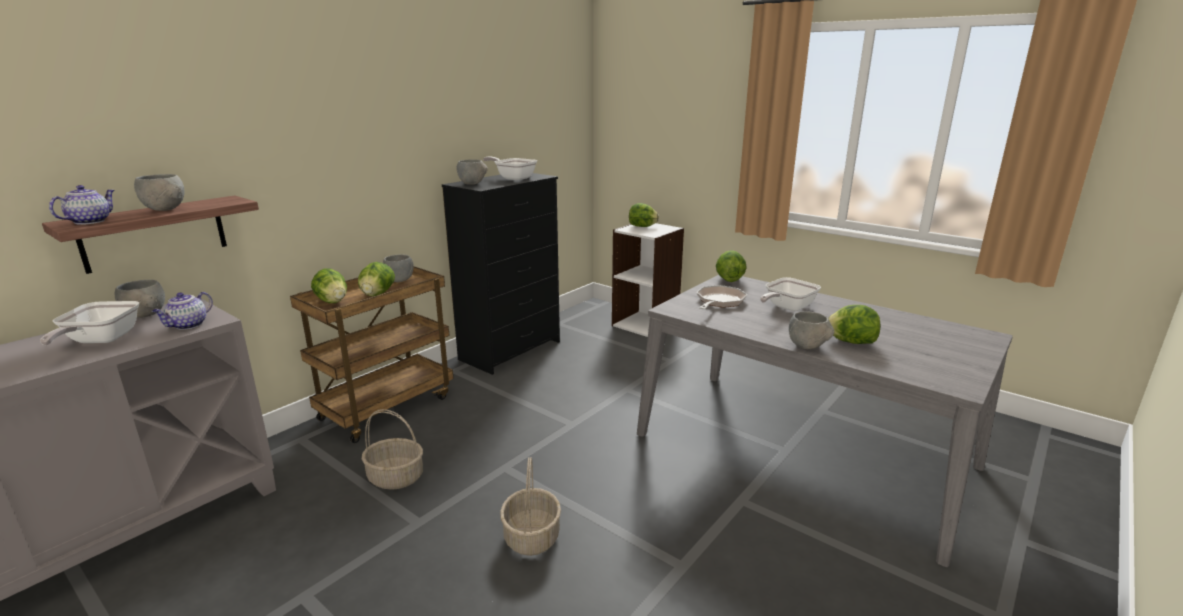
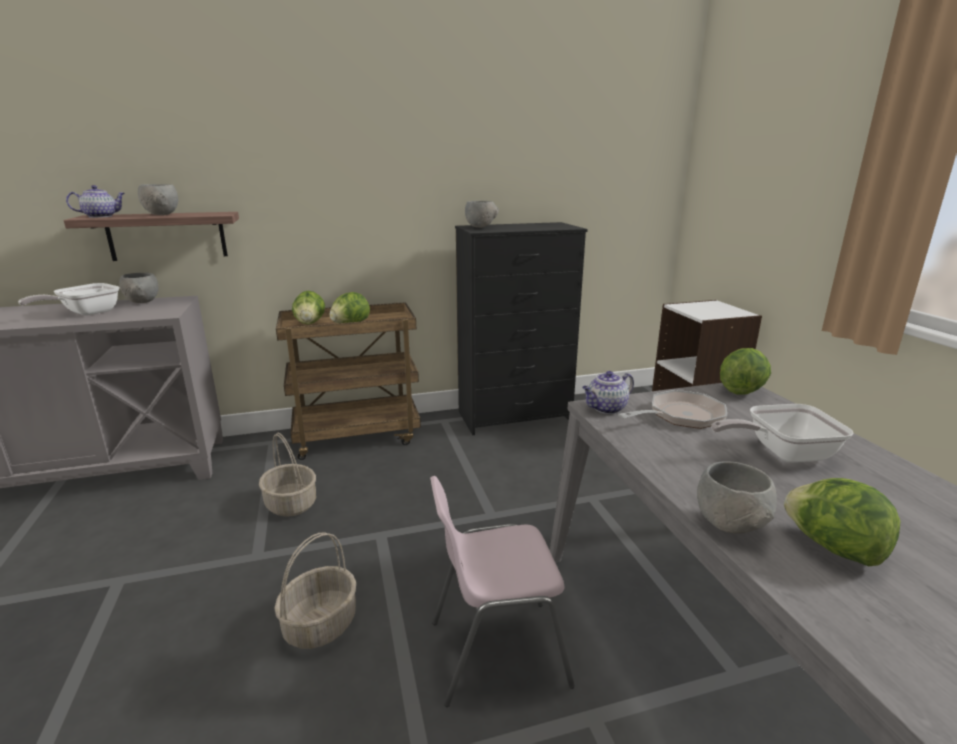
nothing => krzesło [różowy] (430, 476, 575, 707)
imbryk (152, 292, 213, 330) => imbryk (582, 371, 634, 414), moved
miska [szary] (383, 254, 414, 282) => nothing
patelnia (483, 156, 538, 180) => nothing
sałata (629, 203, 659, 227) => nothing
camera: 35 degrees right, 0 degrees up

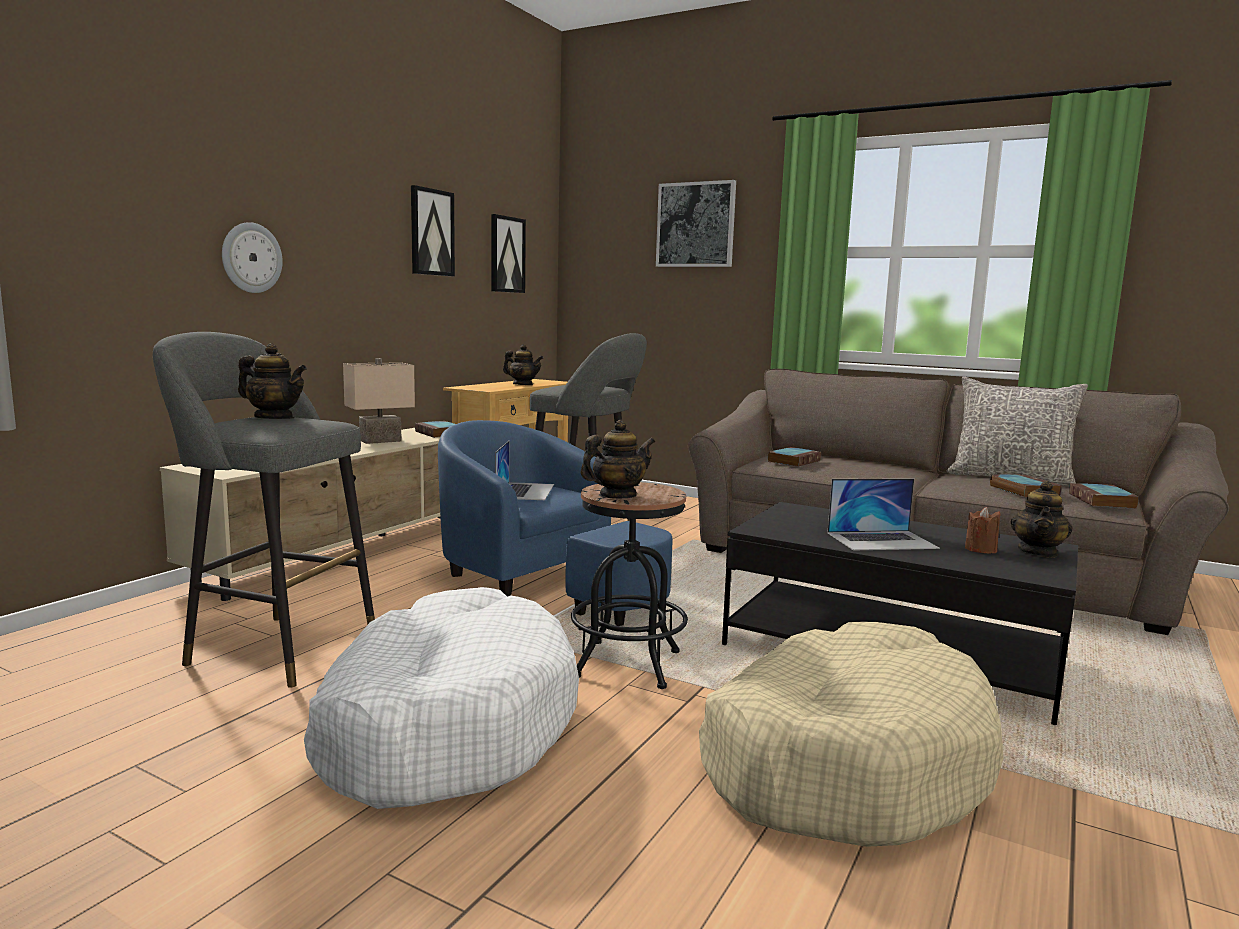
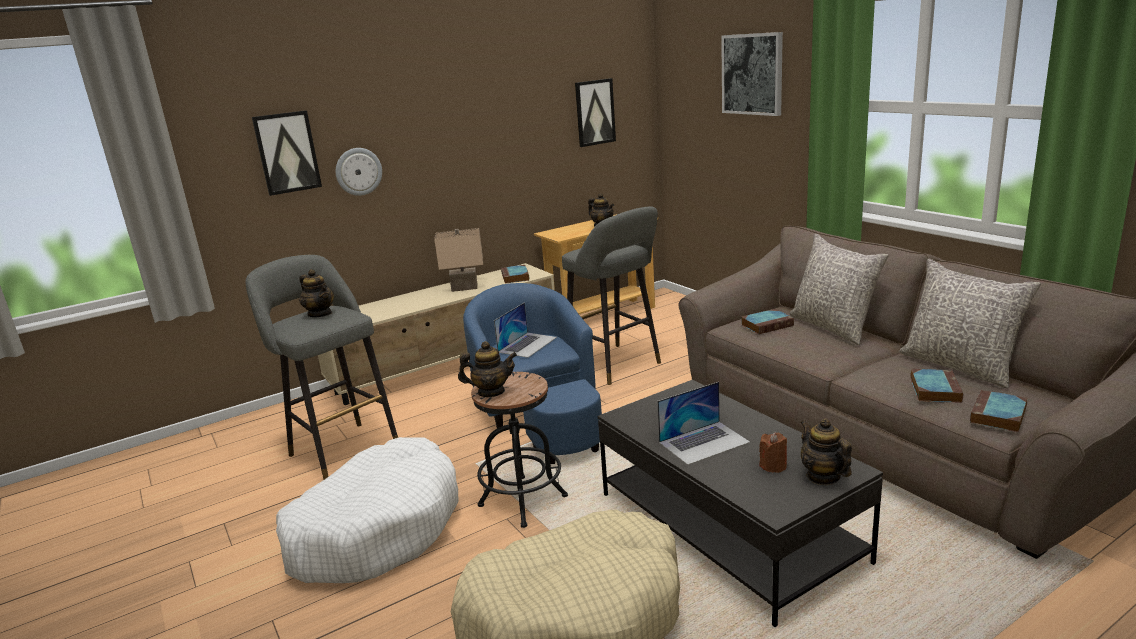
obraz (411, 185, 455, 276) => obraz (252, 110, 322, 196), moved
laptop (827, 478, 940, 551) => laptop (657, 382, 750, 465), 45 degrees counterclockwise
nothing => poduszka [szary] (790, 234, 889, 345)
imbryk (1010, 480, 1073, 558) => imbryk (801, 418, 852, 485), 105 degrees clockwise
camera: 30 degrees right, 10 degrees up

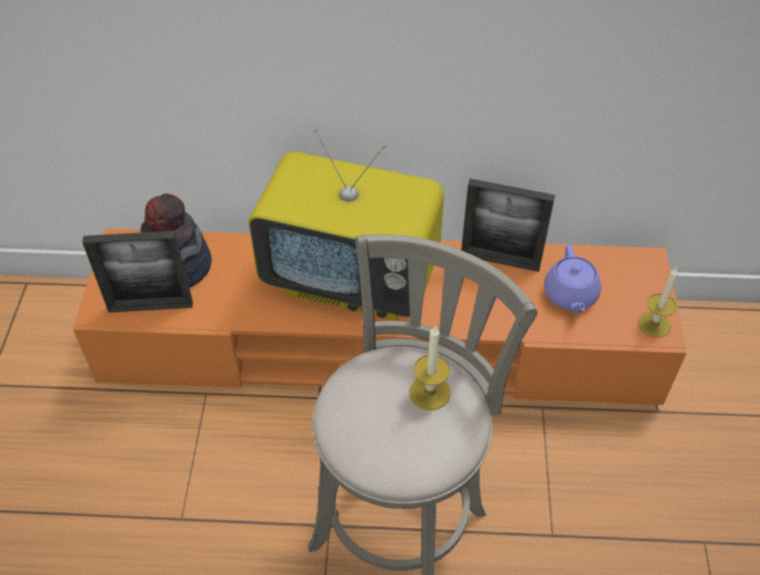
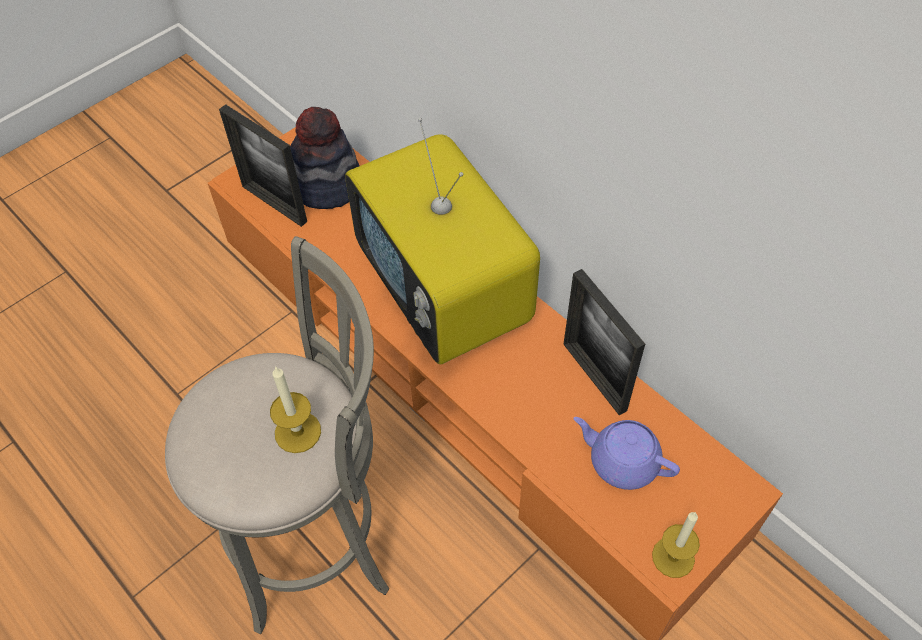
imbryk [fioletowy] (544, 245, 601, 313) => imbryk [fioletowy] (574, 417, 680, 490), 75 degrees clockwise
camera: 45 degrees right, 5 degrees up

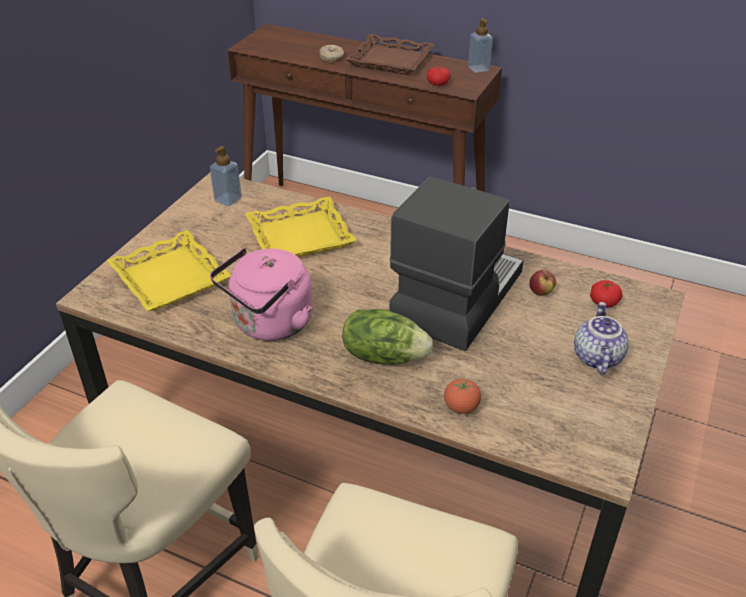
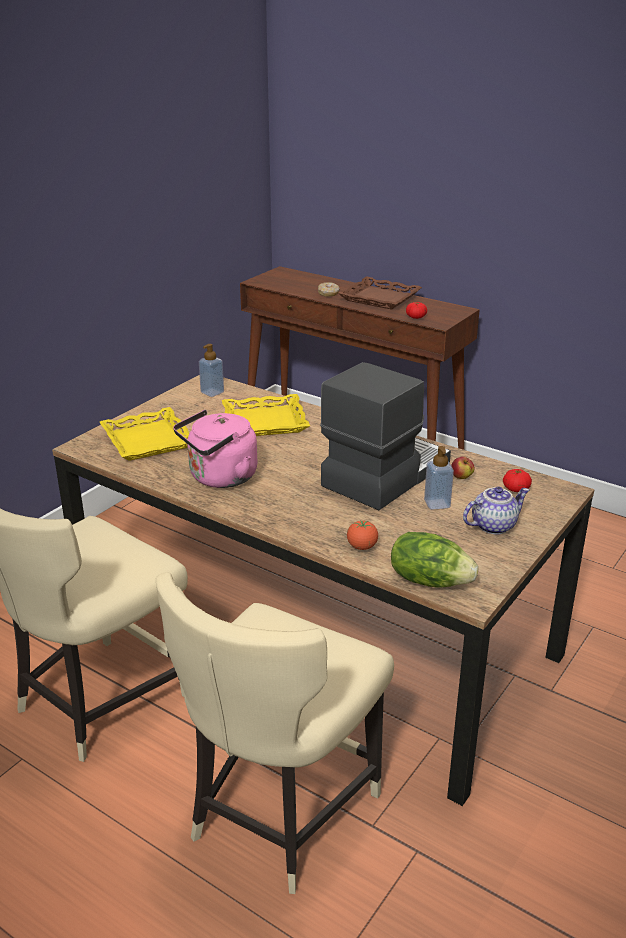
sałata (342, 309, 433, 365) => sałata (391, 532, 478, 587), moved
dozownik mydła (468, 18, 493, 73) => dozownik mydła (424, 446, 454, 510), moved
imbryk (574, 302, 629, 375) => imbryk (463, 487, 529, 534), 45 degrees clockwise
camera: 10 degrees right, 10 degrees down

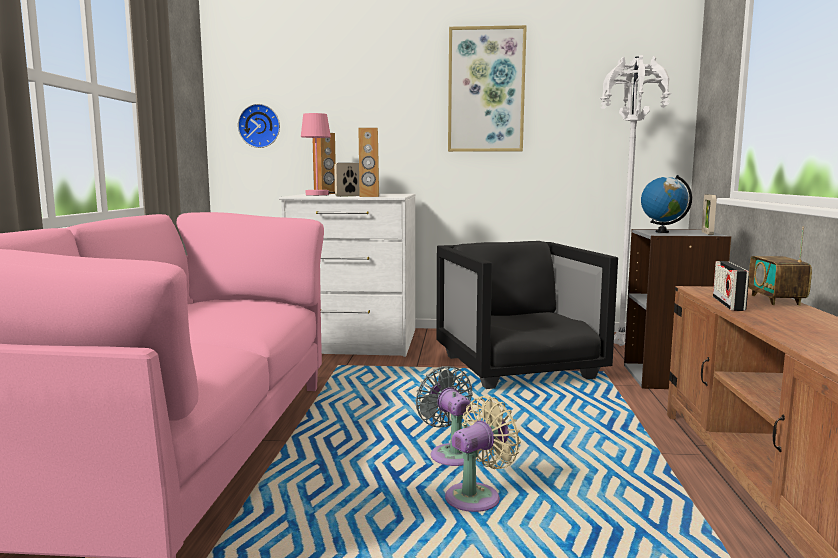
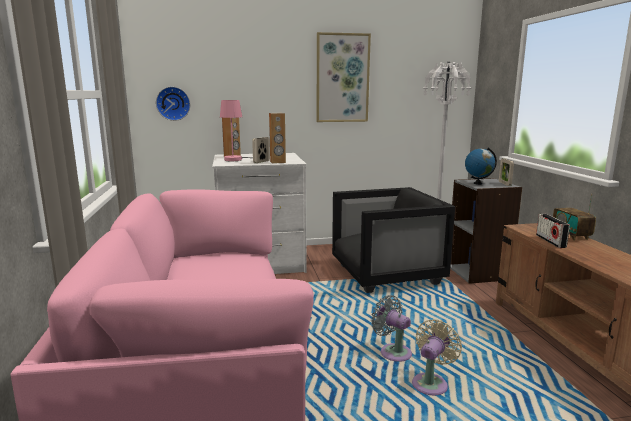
fotel [czarny] (436, 241, 618, 389) => fotel [czarny] (332, 187, 455, 293), 105 degrees clockwise
camera: 15 degrees left, 5 degrees up

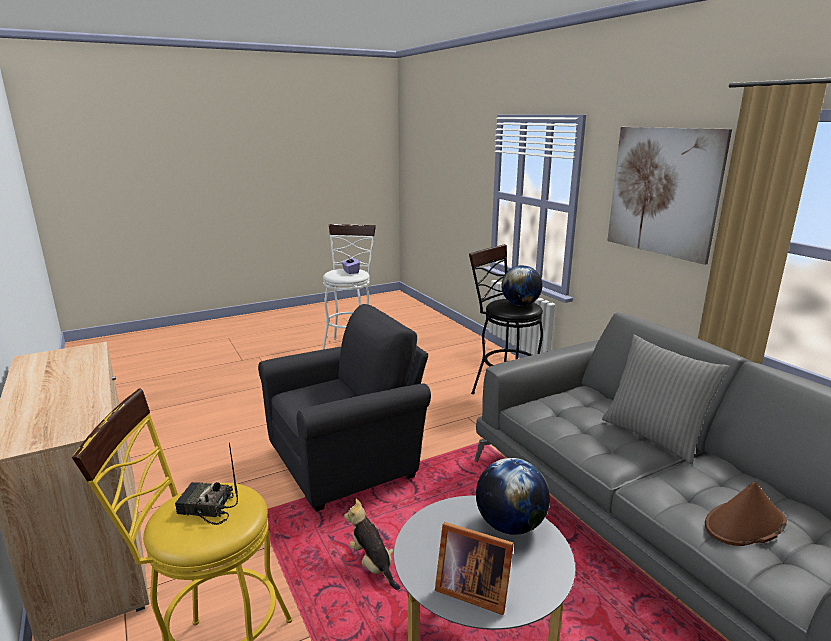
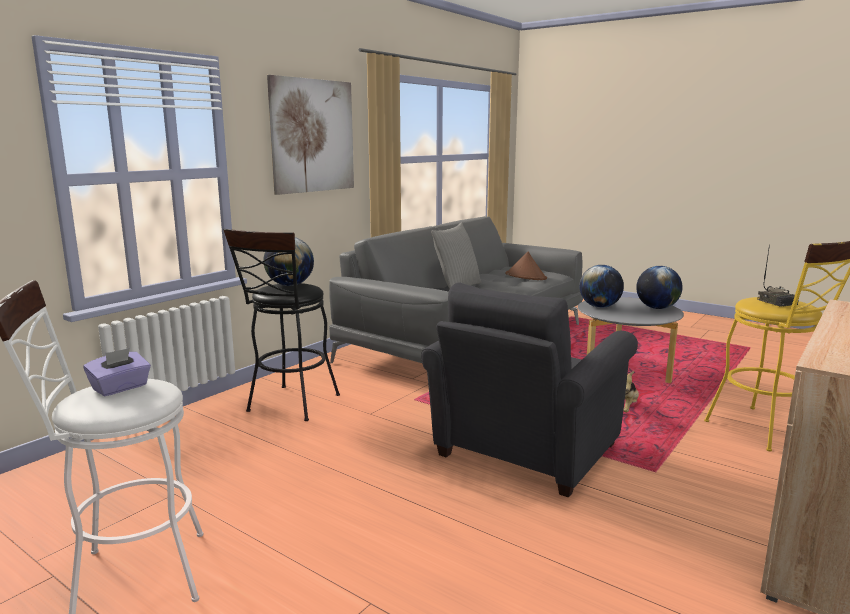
fotel [szary] (258, 304, 431, 512) => fotel [szary] (421, 282, 638, 498), 90 degrees counterclockwise
ramka na zdjęcie (435, 522, 514, 615) => globus (636, 266, 682, 309)
camera: 115 degrees left, 5 degrees down

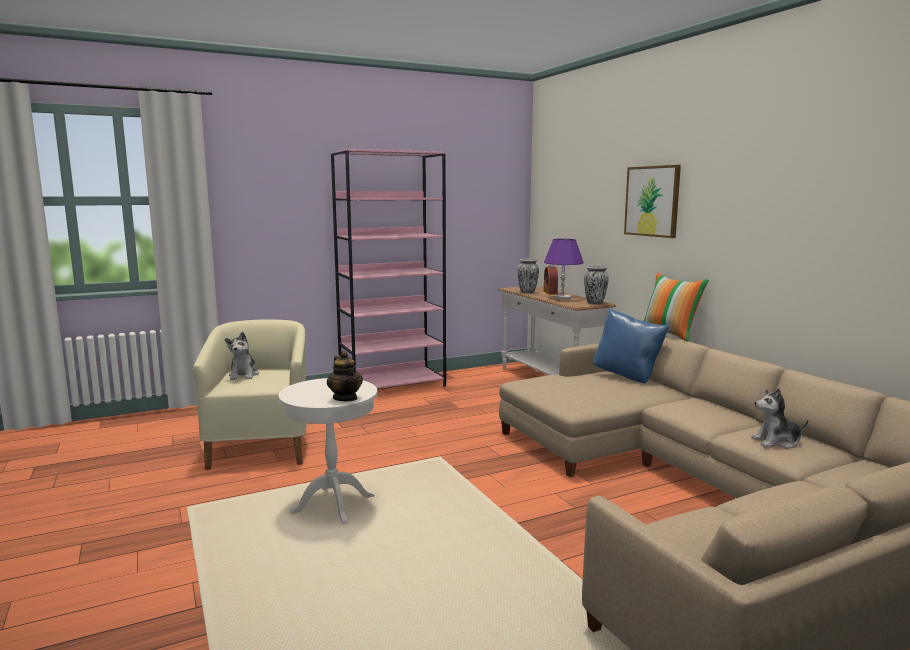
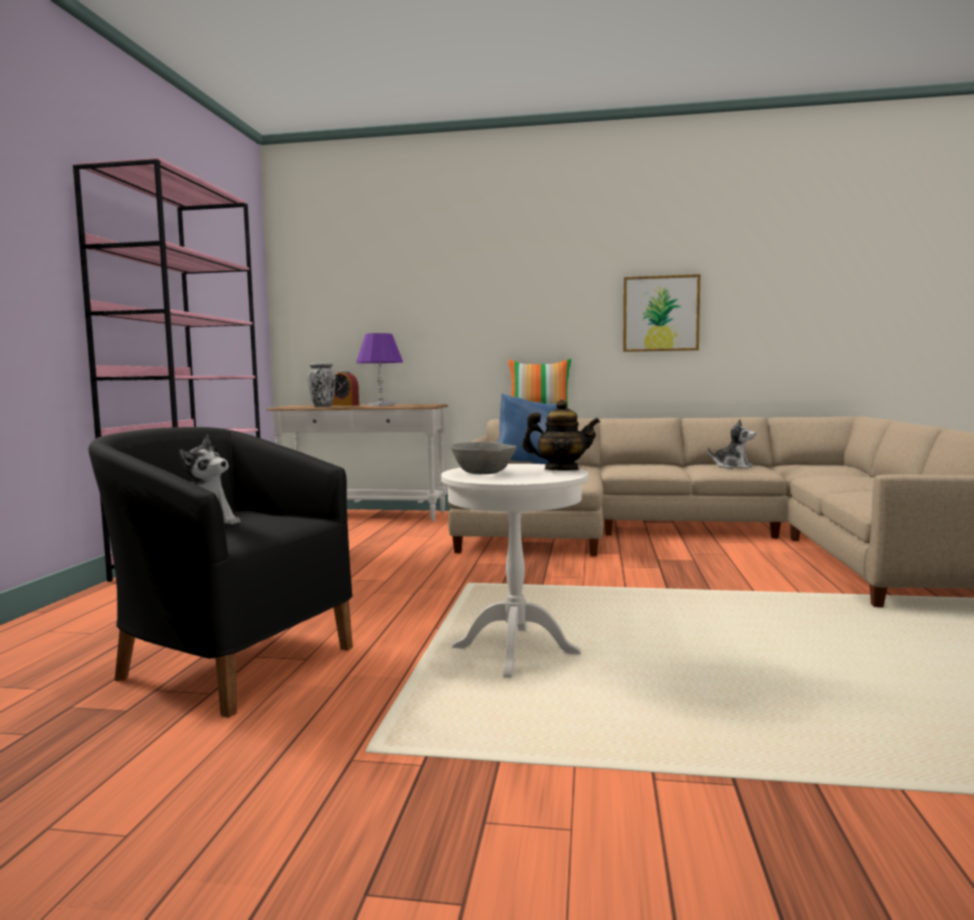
fotel [beżowy] (193, 319, 307, 470) => fotel [czarny] (88, 427, 353, 718)
nothing => miska [szary] (451, 442, 517, 474)
obraz (624, 165, 681, 238) => obraz (623, 274, 701, 352), moved
pluszak (751, 388, 808, 449) => pluszak (708, 419, 756, 469), 90 degrees counterclockwise
wazon (584, 266, 609, 304) => nothing
camera: 55 degrees left, 5 degrees down

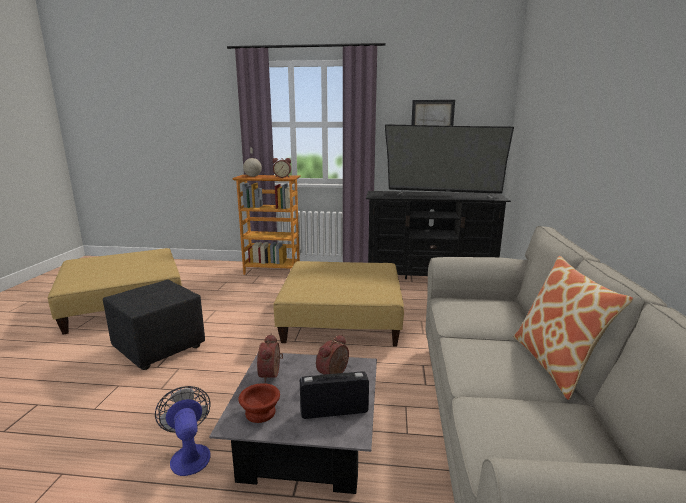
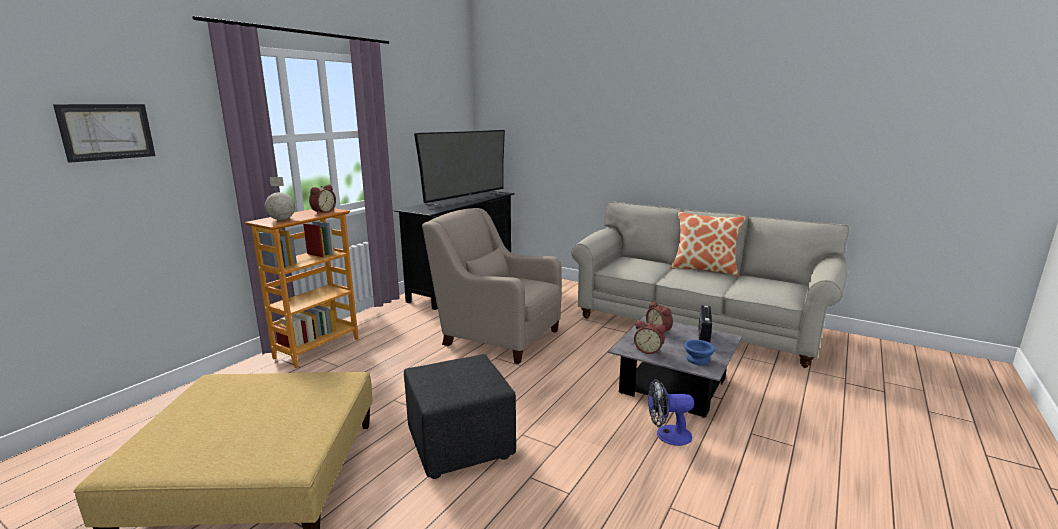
obraz (411, 100, 455, 126) => obraz (53, 104, 155, 163), moved
pufa [beżowy] (273, 261, 404, 347) => fotel [beżowy] (422, 208, 562, 364)
miska [brązowy] (238, 383, 280, 423) => miska [niebieski] (684, 340, 716, 365)
camera: 65 degrees left, 0 degrees up

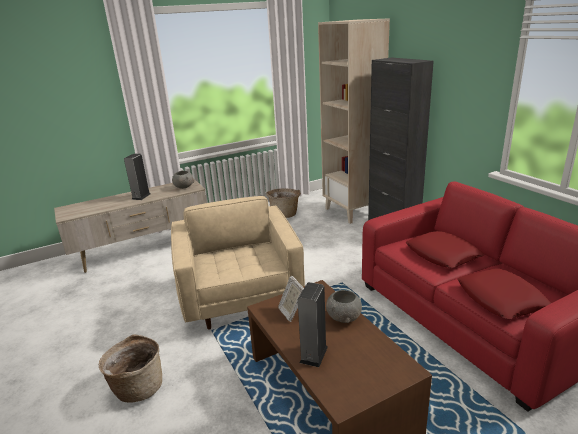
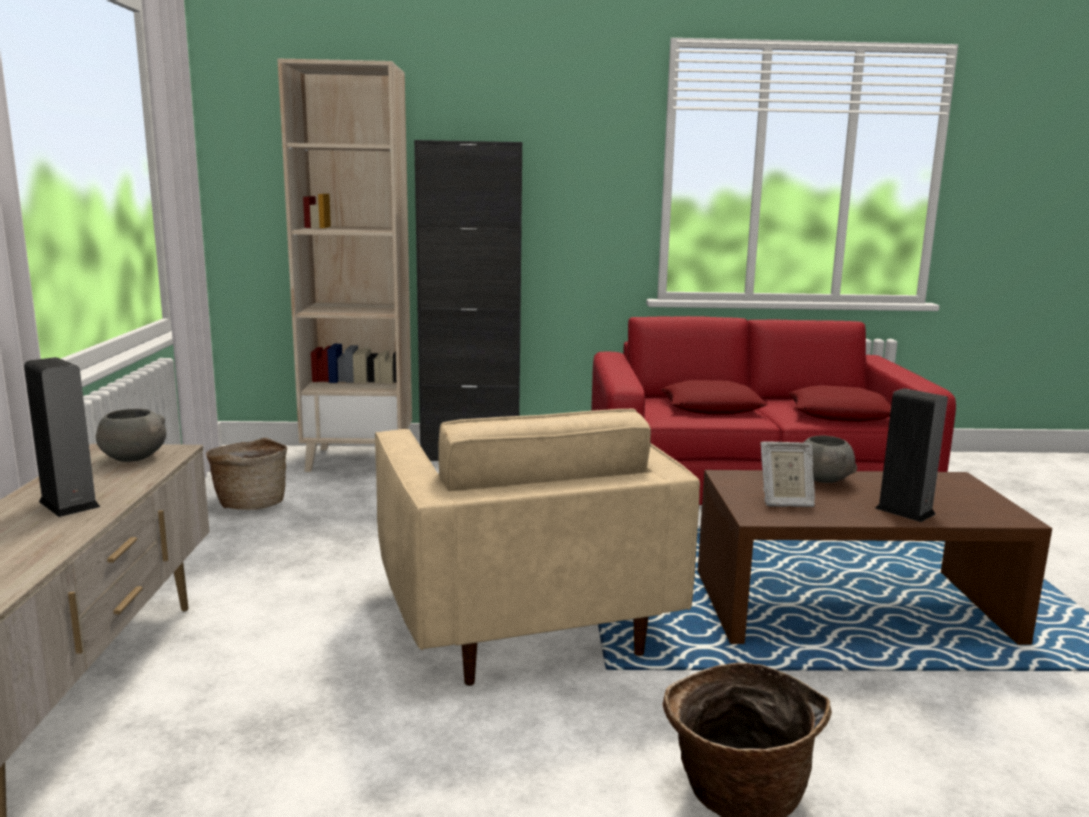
fotel [beżowy] (171, 196, 305, 330) => fotel [beżowy] (375, 409, 700, 686), 120 degrees counterclockwise
camera: 65 degrees left, 10 degrees down

